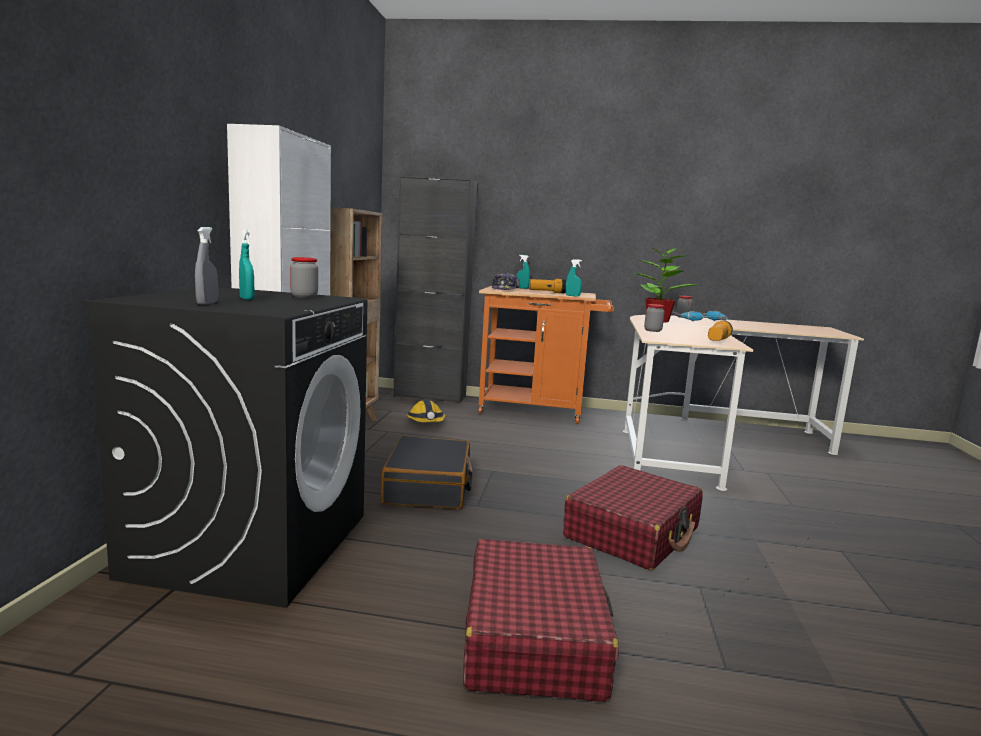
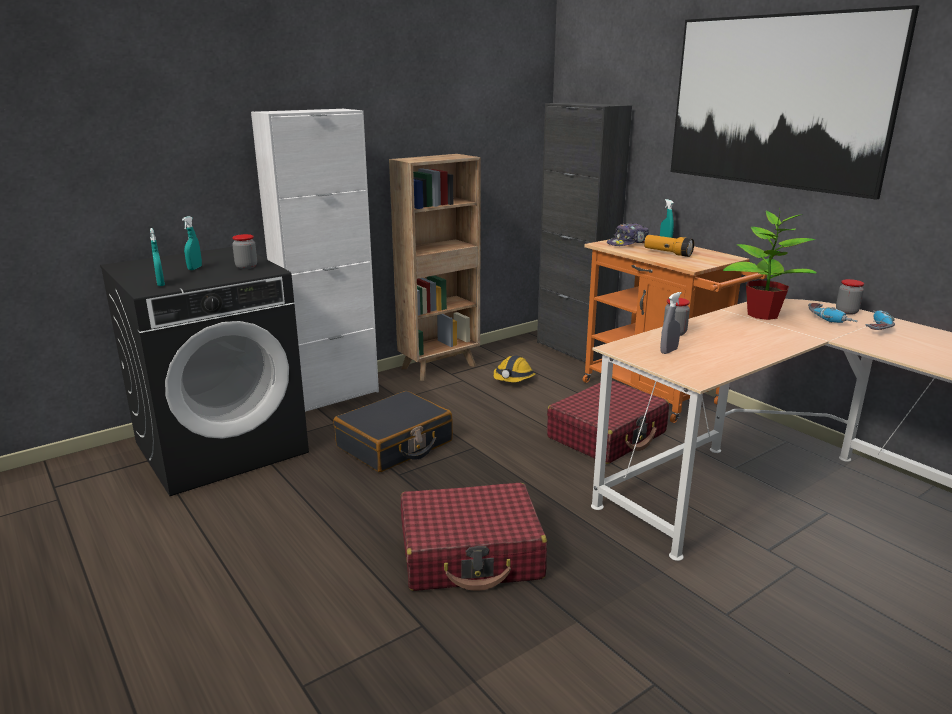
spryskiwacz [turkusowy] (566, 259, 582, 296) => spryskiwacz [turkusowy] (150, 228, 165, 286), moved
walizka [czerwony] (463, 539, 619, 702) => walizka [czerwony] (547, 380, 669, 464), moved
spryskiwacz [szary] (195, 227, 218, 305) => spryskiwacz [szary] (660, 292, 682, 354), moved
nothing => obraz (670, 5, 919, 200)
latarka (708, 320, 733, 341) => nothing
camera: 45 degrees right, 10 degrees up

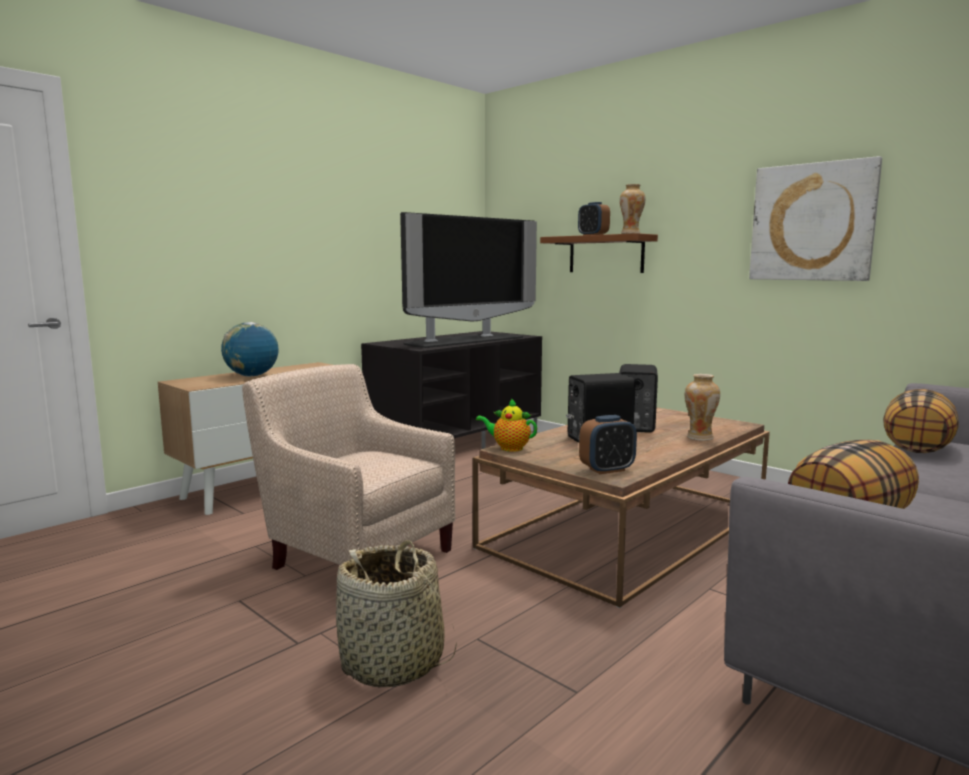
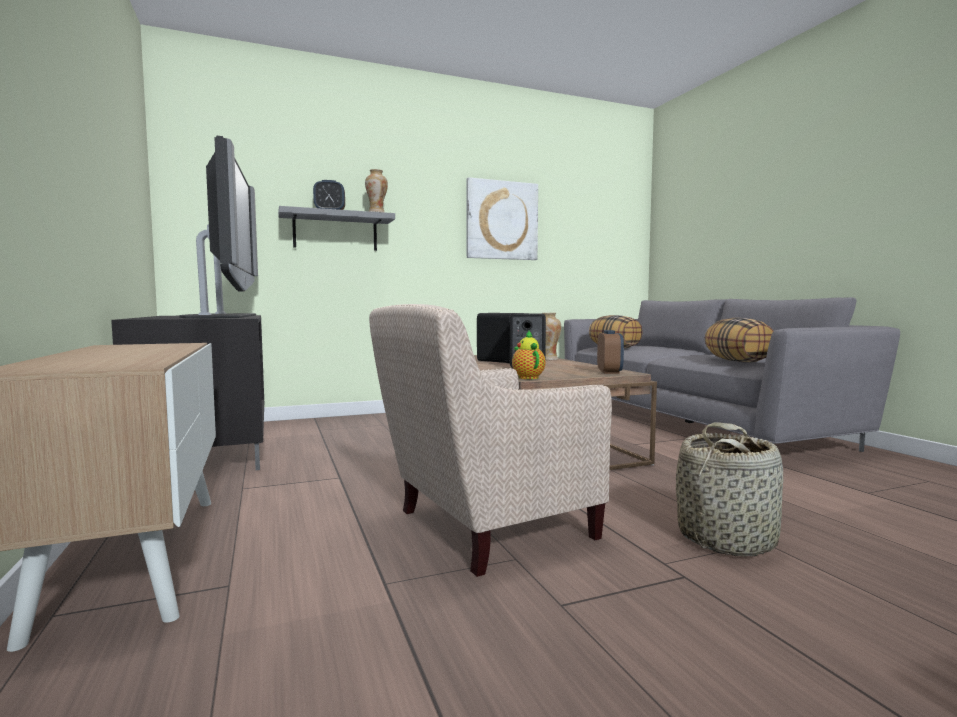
półka [brązowy] (540, 233, 658, 273) => półka [szary] (278, 206, 395, 251)
imbryk (476, 398, 537, 452) => imbryk (512, 331, 546, 379), 120 degrees clockwise
globus (221, 322, 279, 377) => nothing
camera: 65 degrees left, 5 degrees down

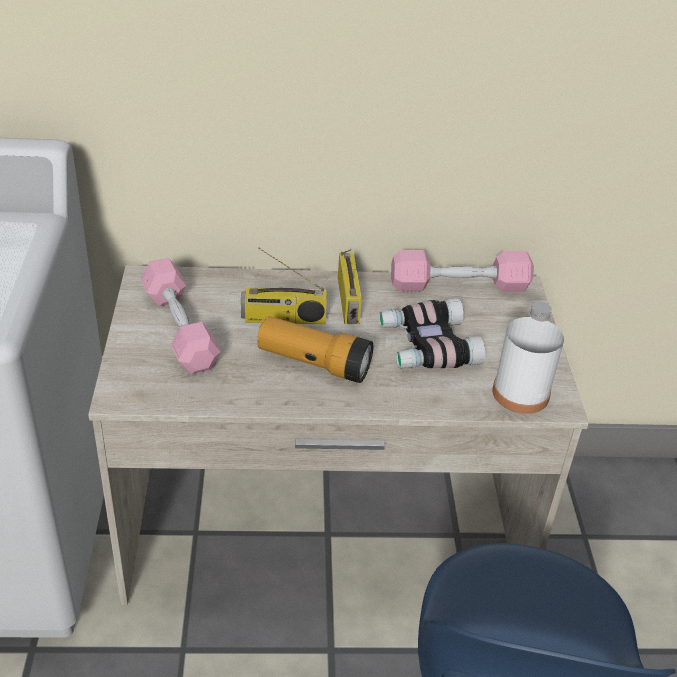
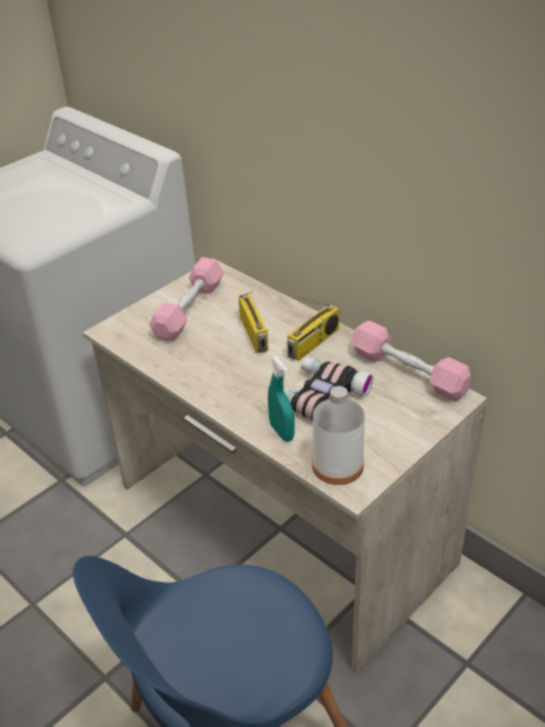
radio (241, 248, 327, 324) => radio (238, 292, 269, 353), 150 degrees counterclockwise
nothing => spryskiwacz [turkusowy] (268, 357, 295, 442)
latarka (257, 316, 373, 383) => nothing
camera: 50 degrees right, 0 degrees up

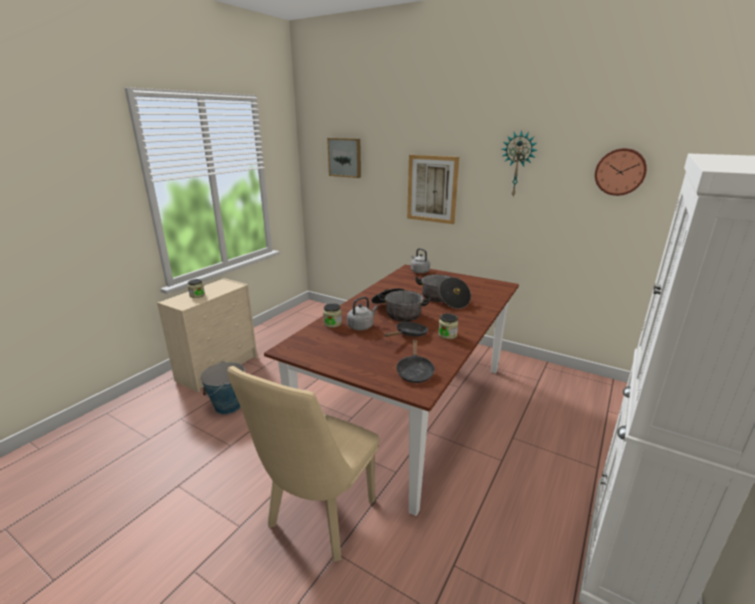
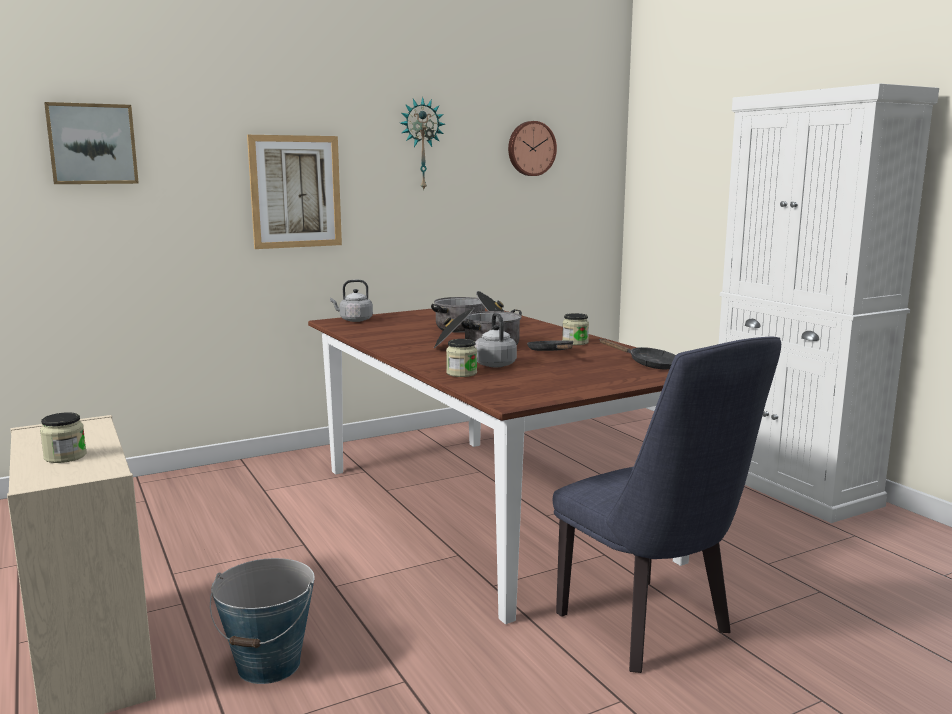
krzesło [beżowy] (227, 366, 380, 562) => krzesło [niebieski] (553, 337, 781, 673)
camera: 60 degrees left, 10 degrees down

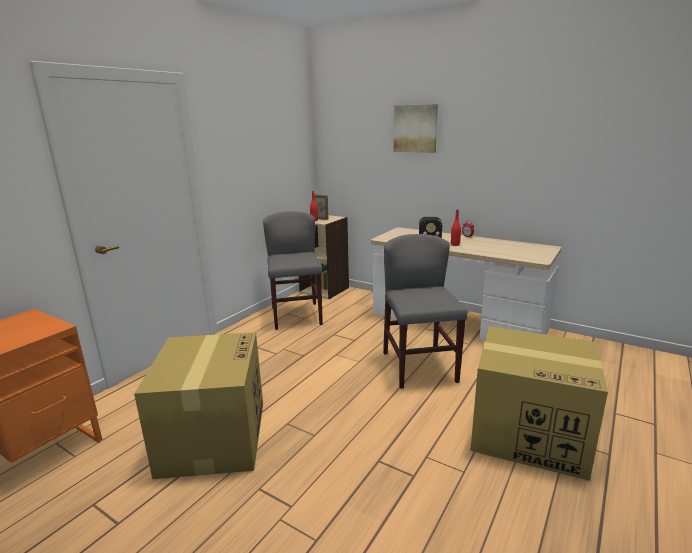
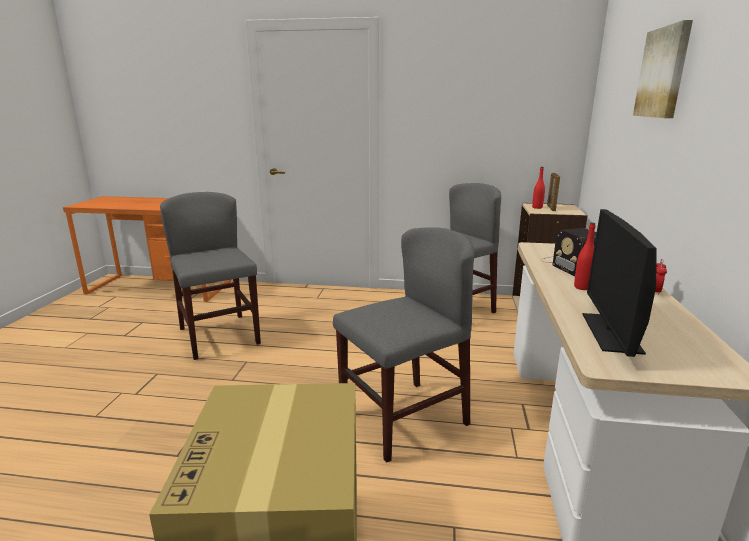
karton (134, 332, 263, 479) => krzesło [szary] (160, 192, 261, 360)
nothing => monitor (582, 209, 657, 357)
camera: 65 degrees right, 0 degrees up

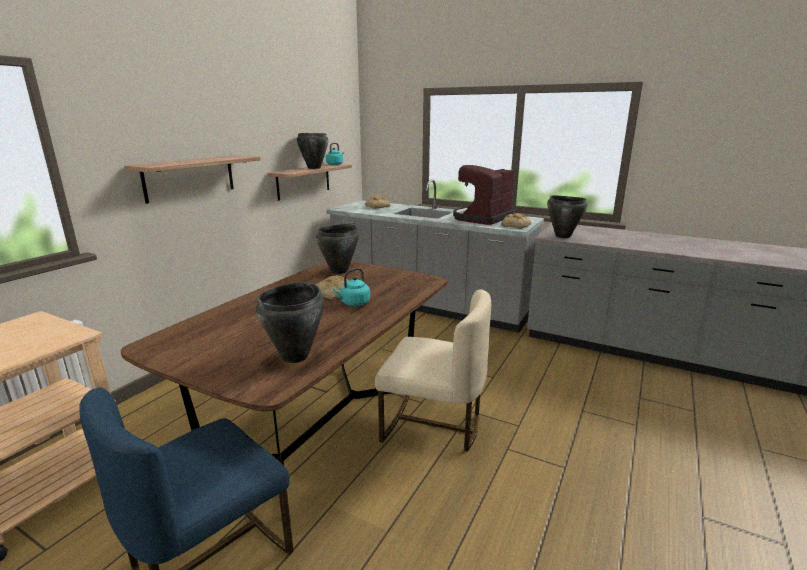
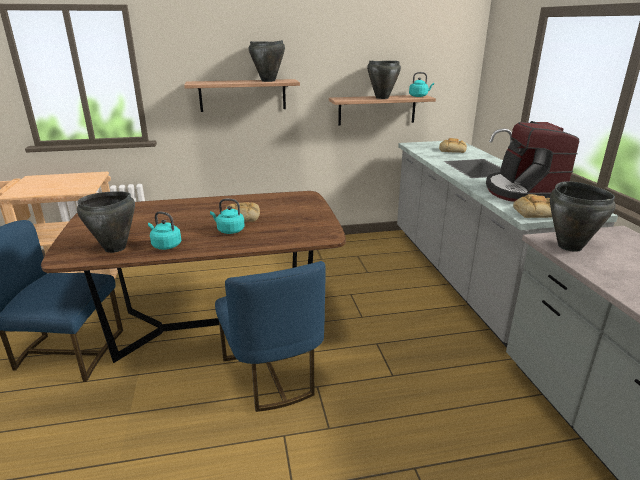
nothing => czajnik [turkusowy] (148, 211, 181, 250)
krzesło [beżowy] (375, 289, 491, 451) => krzesło [niebieski] (215, 261, 325, 412)
garnek [czarny] (316, 224, 359, 274) => garnek [czarny] (249, 40, 285, 82), moved
ekspres do kawy (453, 165, 514, 225) => ekspres do kawy (486, 121, 579, 202), 90 degrees counterclockwise
camera: 50 degrees right, 5 degrees up

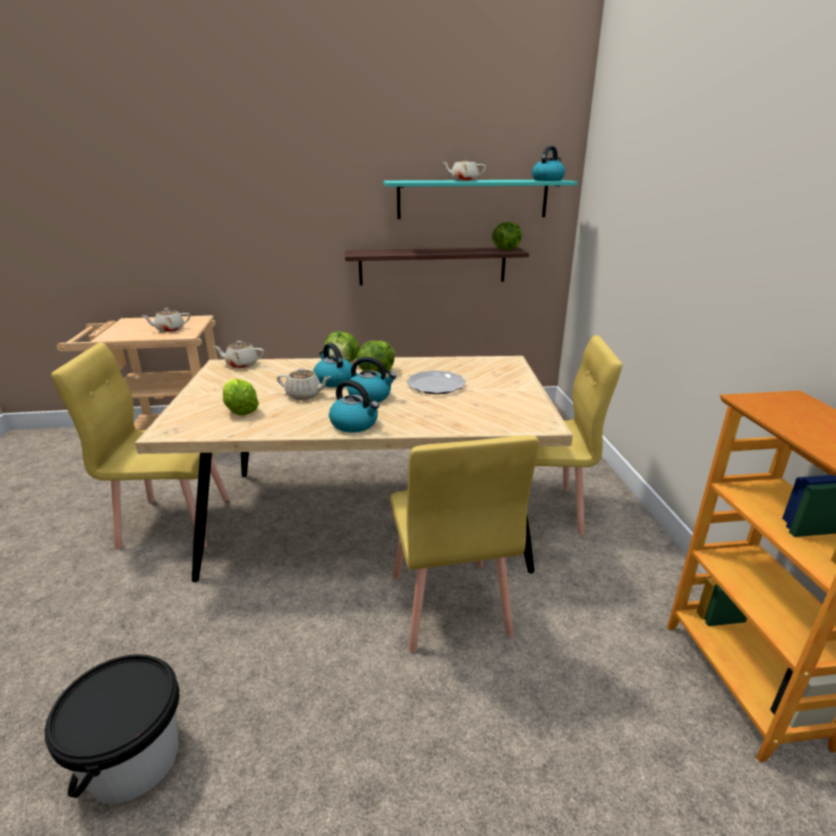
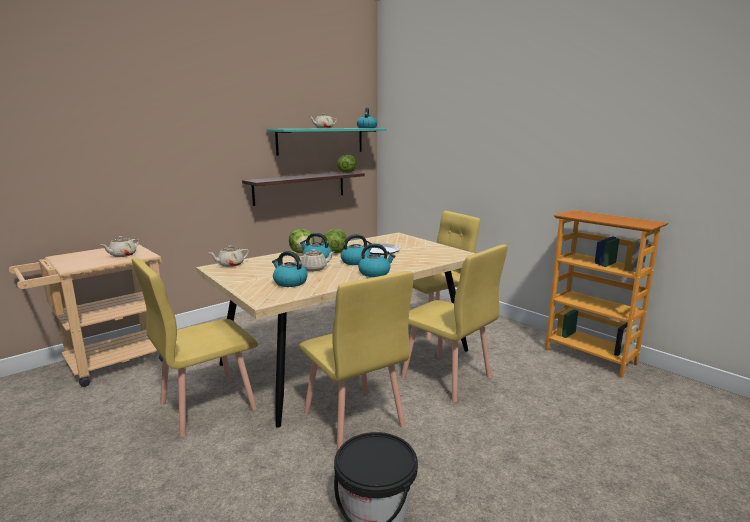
sałata (223, 378, 259, 415) => czajnik (272, 251, 307, 287)
nothing => krzesło [żółty] (299, 271, 414, 451)
camera: 35 degrees left, 10 degrees down

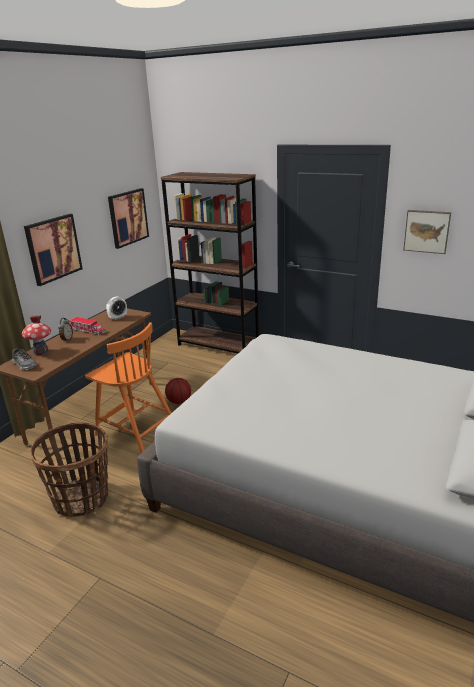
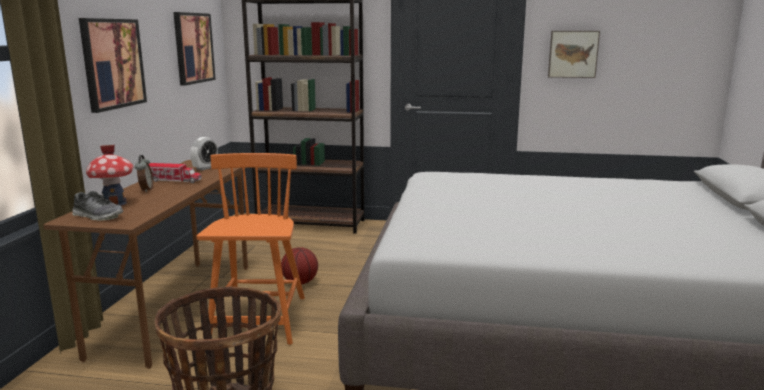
krzesło [pomarańczowy] (85, 322, 171, 453) => krzesło [pomarańczowy] (197, 153, 305, 345), 105 degrees counterclockwise
camera: 20 degrees left, 10 degrees down

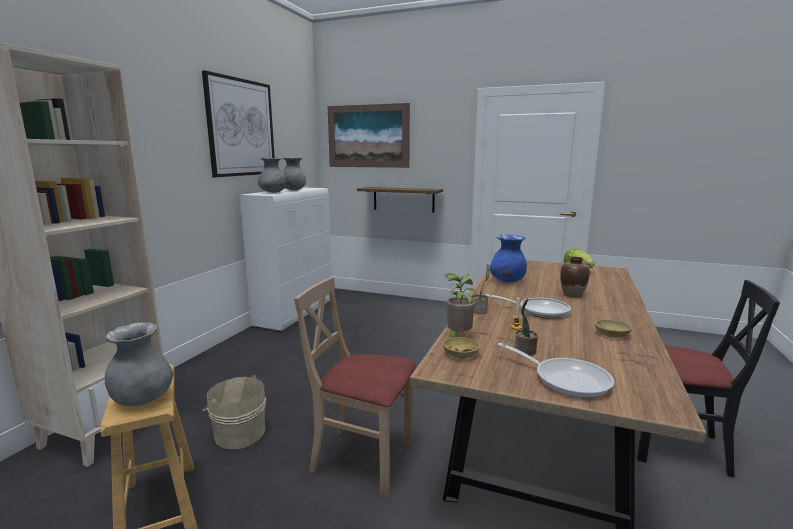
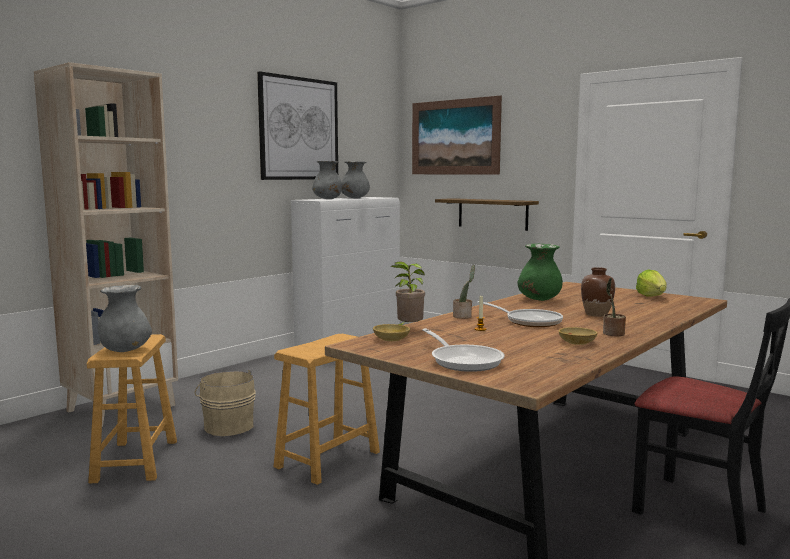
krzesło [beżowy] (294, 277, 416, 495) => stołek [brązowy] (274, 334, 380, 485)
wazon [niebieski] (490, 234, 527, 283) => wazon [zielony] (518, 244, 563, 301)
roślina doniczkowa (515, 299, 538, 356) => roślina doniczkowa (603, 278, 626, 336), moved
camera: 20 degrees right, 5 degrees down

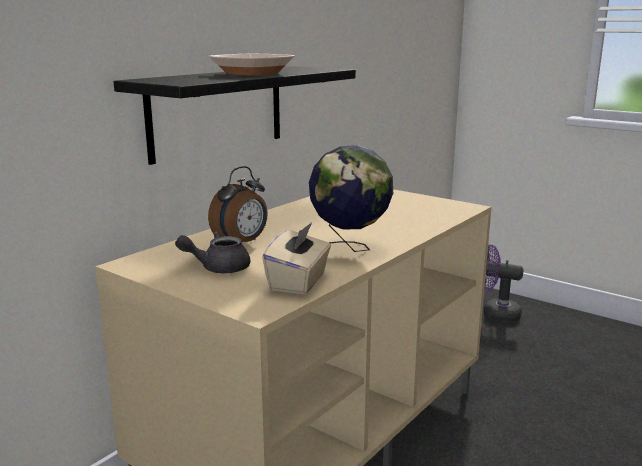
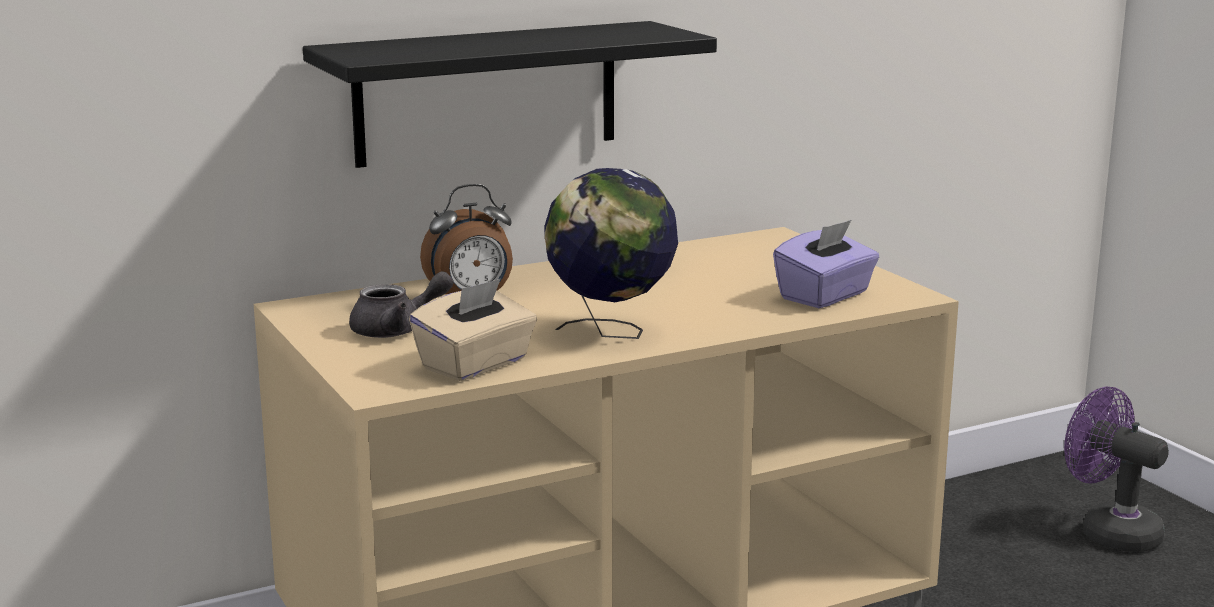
imbryk [szary] (175, 231, 250, 273) => imbryk [szary] (349, 271, 454, 338), 150 degrees clockwise
nothing => pudełko chusteczek [fioletowy] (773, 220, 879, 308)
miska (208, 53, 295, 76) => nothing
camera: 25 degrees right, 0 degrees up

